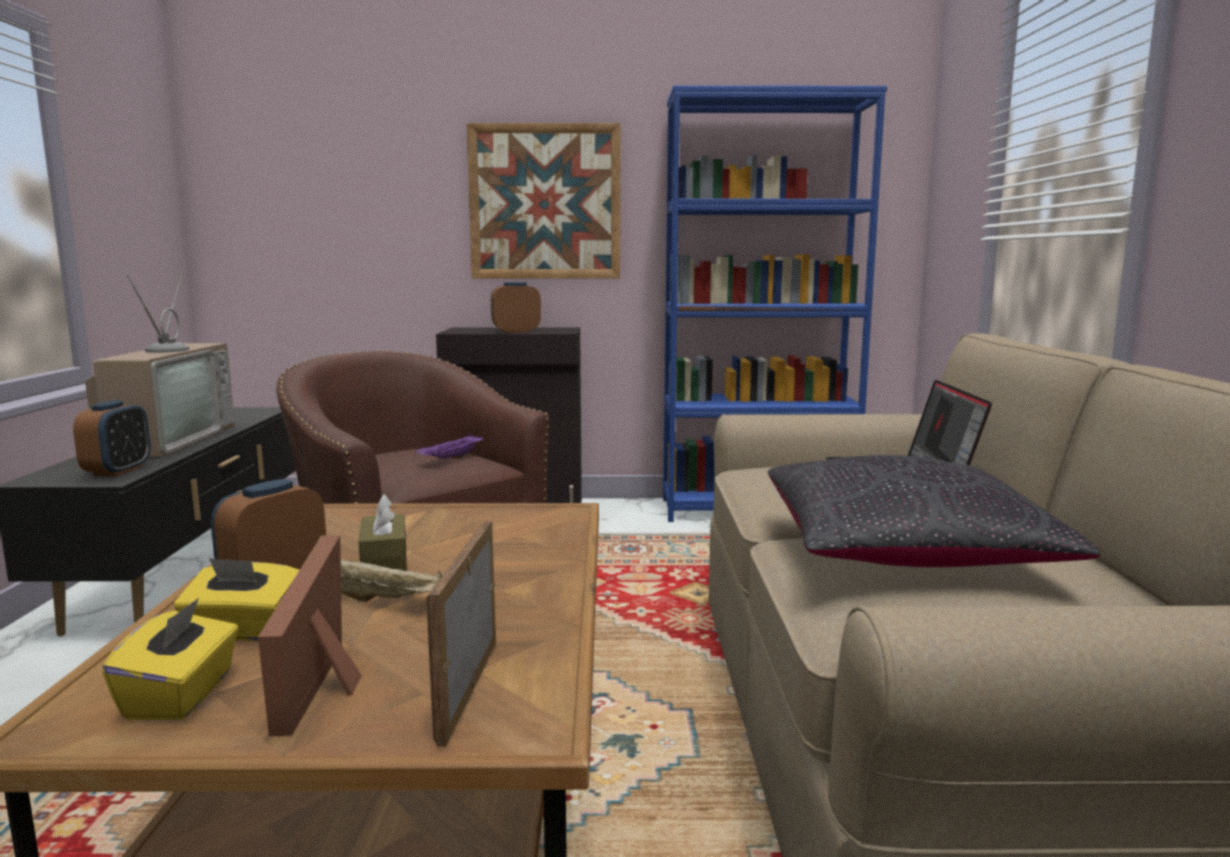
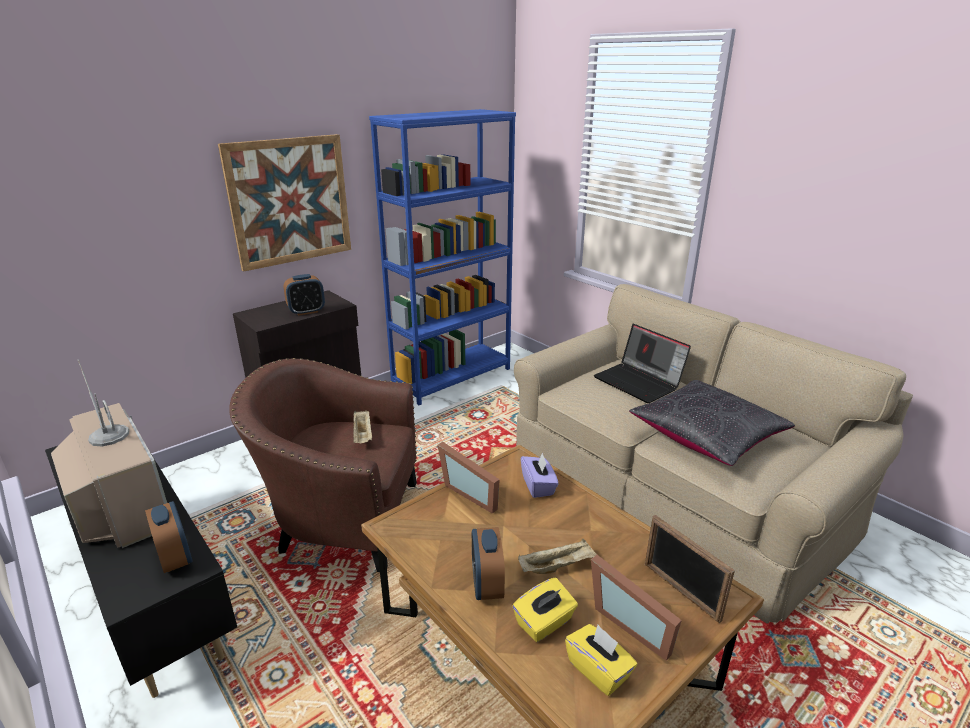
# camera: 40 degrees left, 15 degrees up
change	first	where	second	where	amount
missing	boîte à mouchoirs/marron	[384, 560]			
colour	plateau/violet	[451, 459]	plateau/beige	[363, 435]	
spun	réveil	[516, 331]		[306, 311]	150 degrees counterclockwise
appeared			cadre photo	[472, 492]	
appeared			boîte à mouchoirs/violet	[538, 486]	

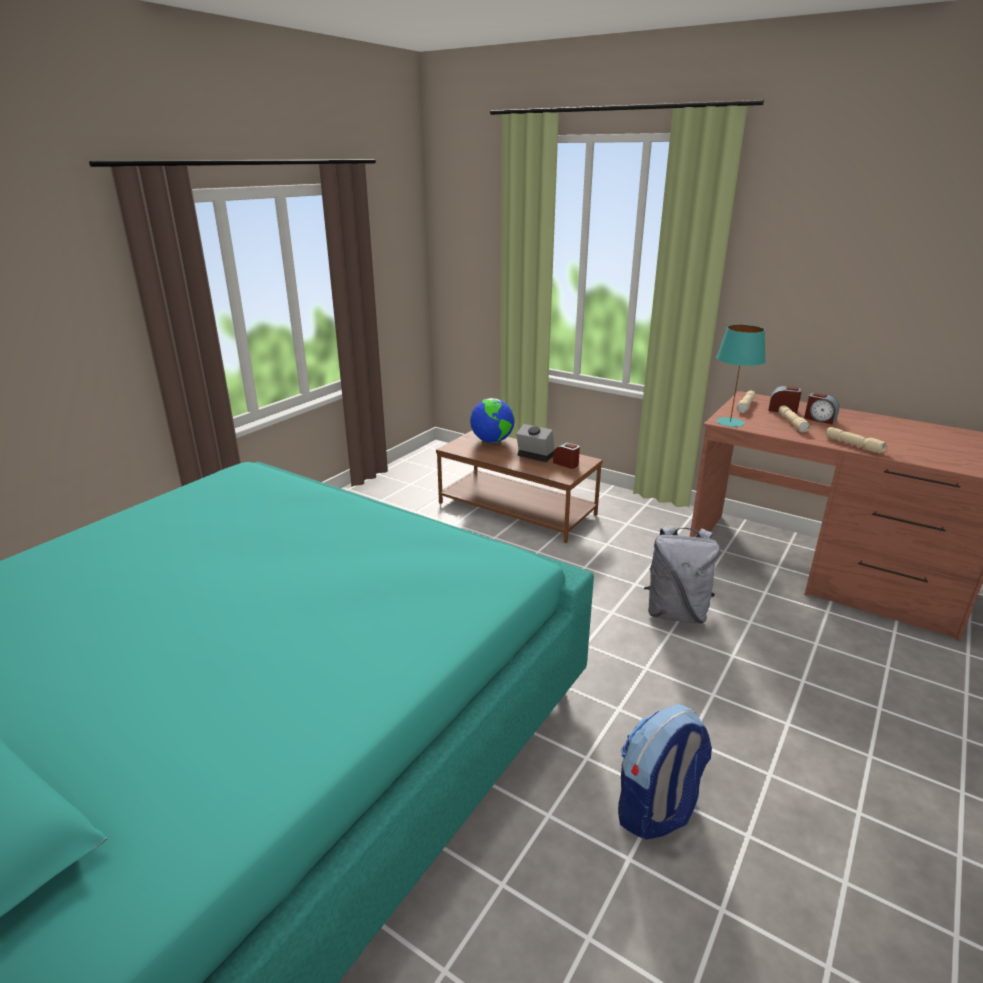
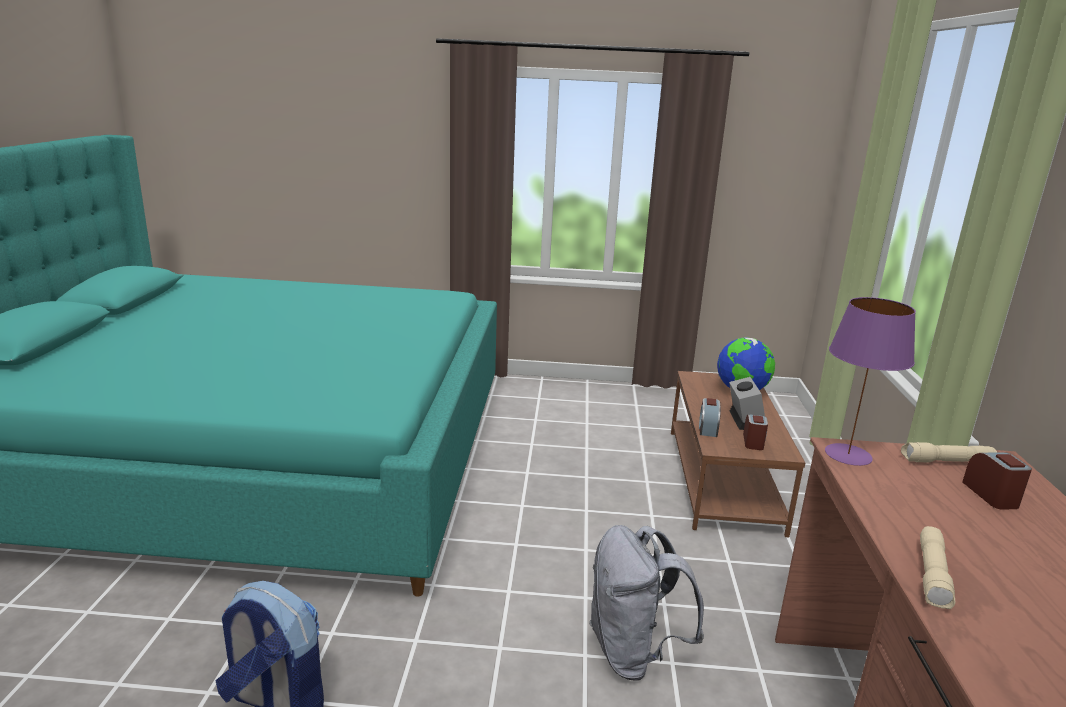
# camera: 60 degrees right, 5 degrees down
change	first	where	second	where	amount
colour	lampe de table/turquoise	[730, 422]	lampe de table/violet	[849, 455]	
missing	lampe de poche/beige	[793, 424]			
relocated	réveil	[819, 419]		[707, 429]	

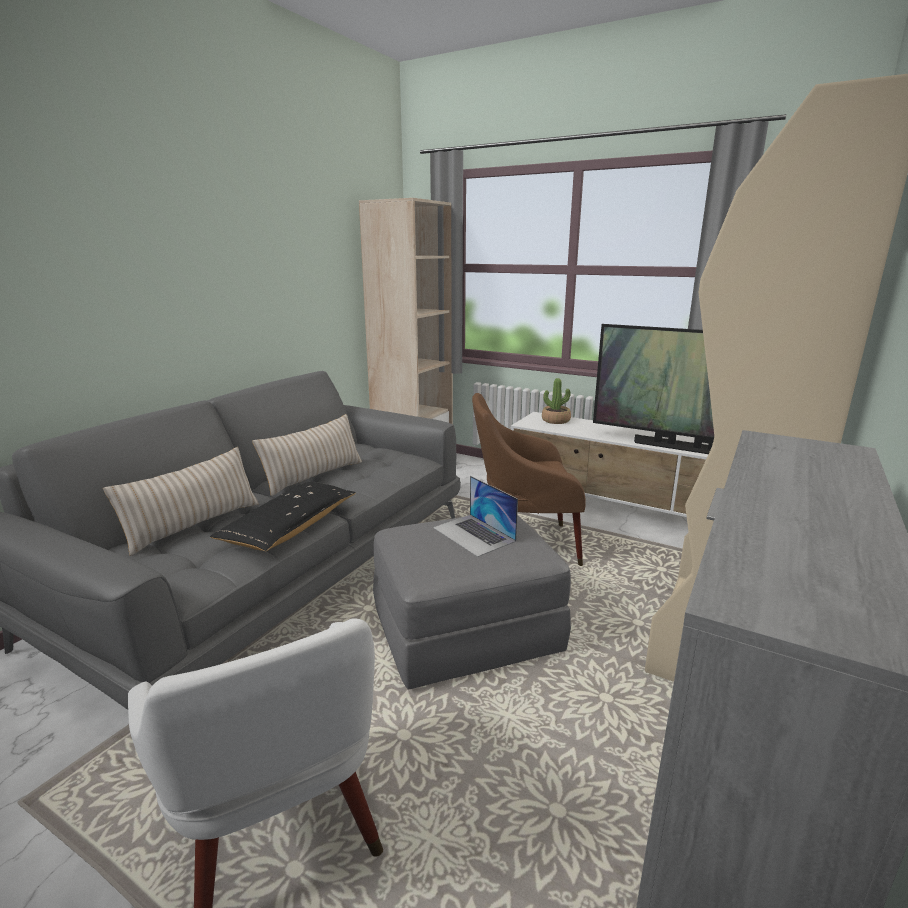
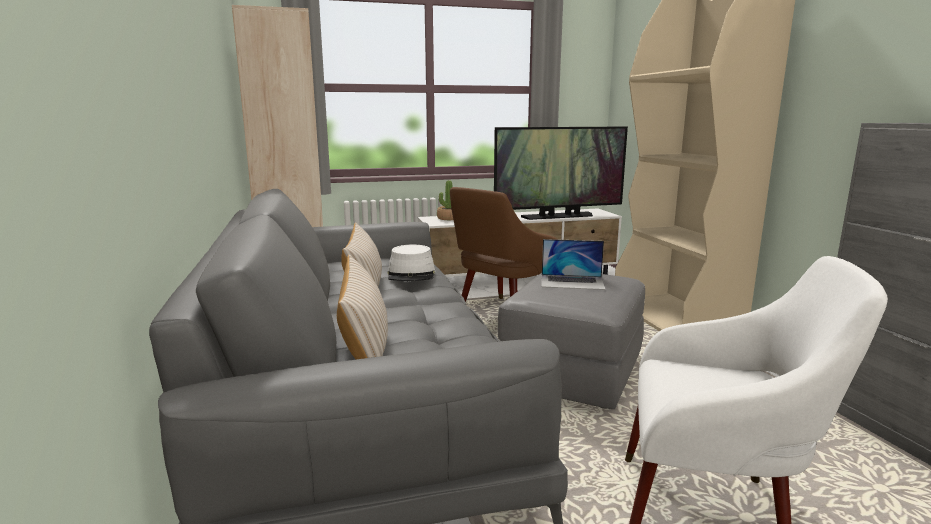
# camera: 45 degrees left, 5 degrees down
change	first	where	second	where	amount
missing	coussin/noir	[290, 528]			
appeared			chapeau/blanc	[411, 274]	

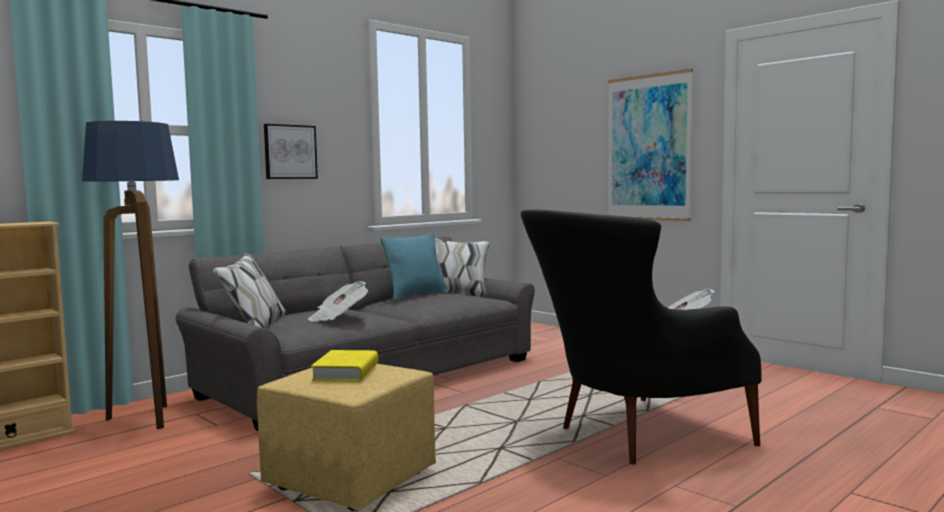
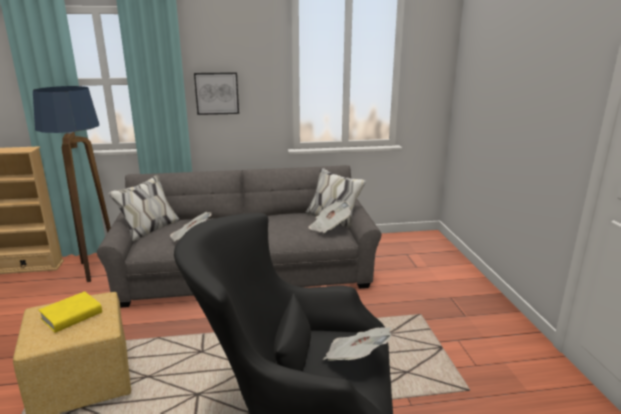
# camera: 35 degrees right, 15 degrees up
change	first	where	second	where	amount
missing	coussin/turquoise	[416, 295]			
missing	tableau	[648, 148]			
appeared			journal	[329, 227]	

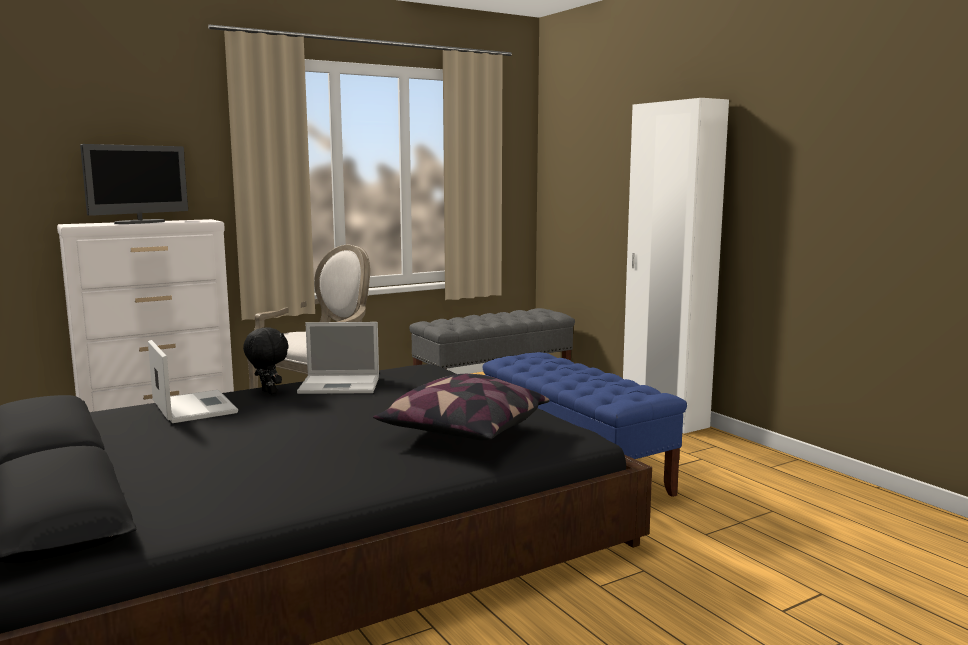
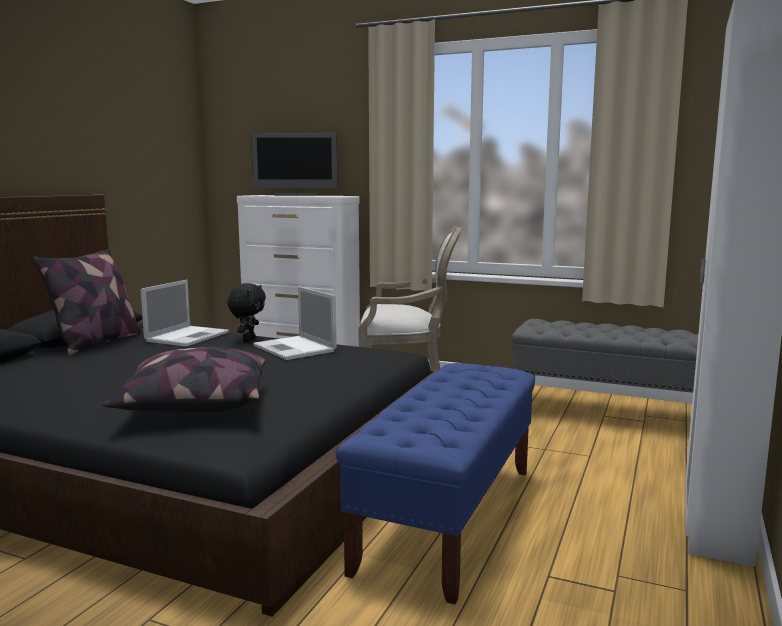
# camera: 55 degrees right, 0 degrees up
change	first	where	second	where	amount
appeared			coussin	[97, 343]	

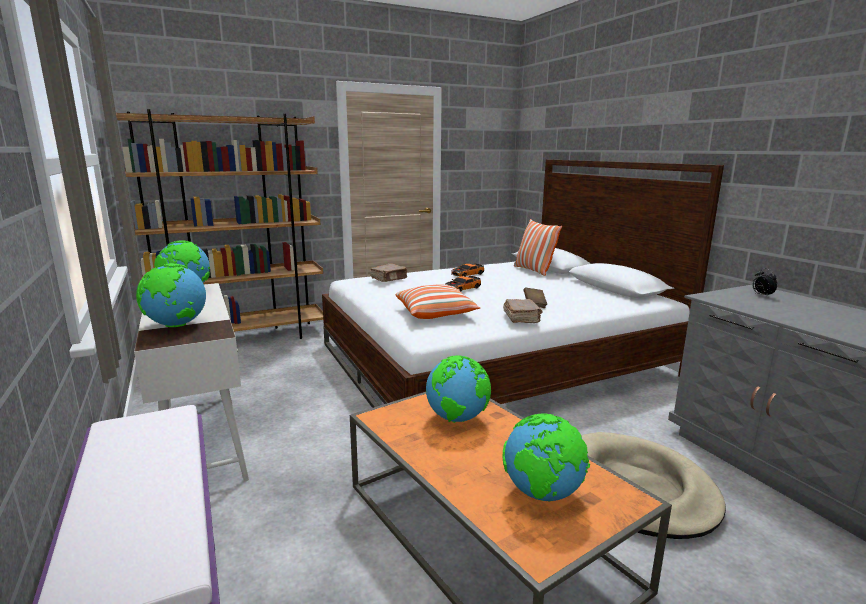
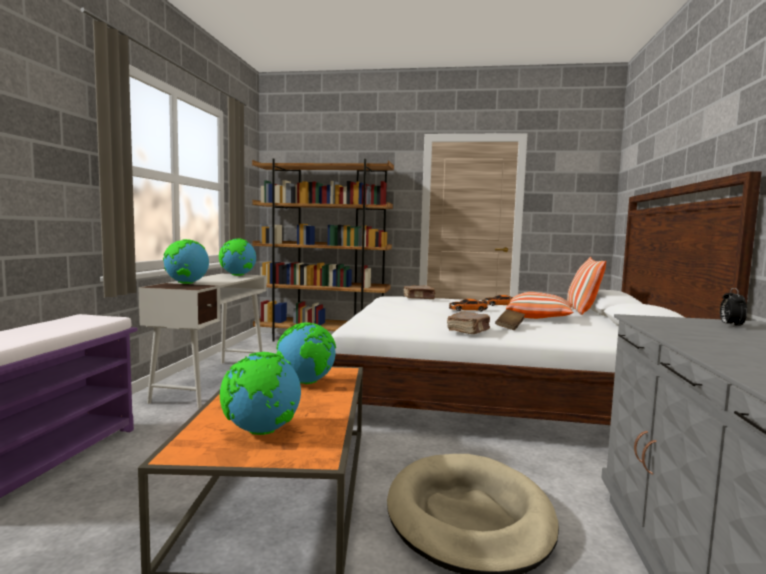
# camera: 35 degrees right, 10 degrees down
change	first	where	second	where	amount
relocated	coussin	[436, 314]		[539, 318]	

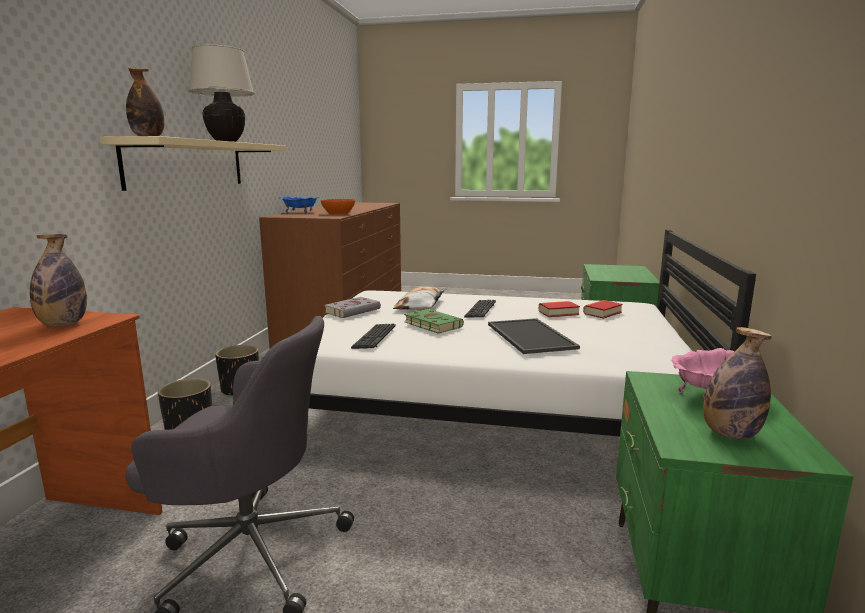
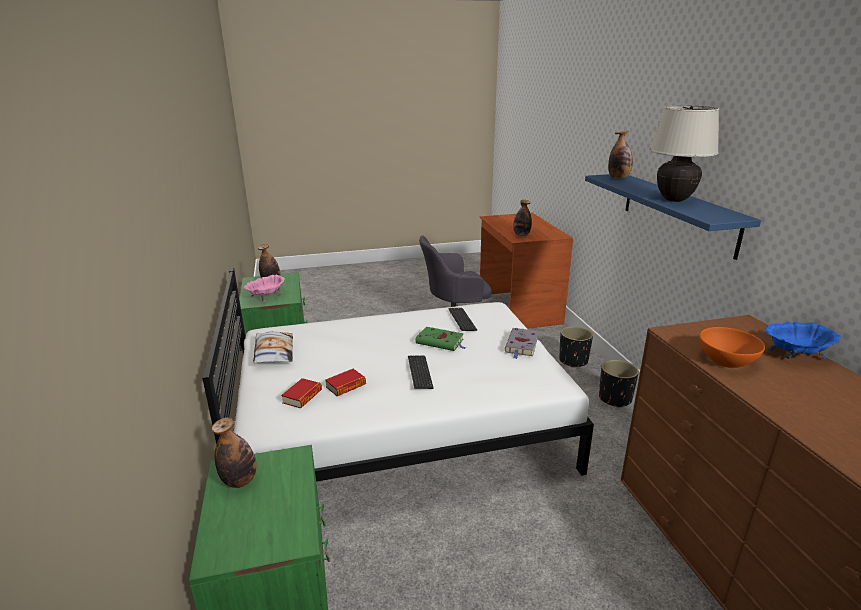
# camera: 155 degrees right, 10 degrees up
change	first	where	second	where	amount
colour	étagère/beige	[187, 164]	étagère/bleu	[677, 212]	
relocated	coussin	[420, 305]		[273, 352]	
missing	plateau	[532, 336]			
appeared			bouteille	[240, 481]	

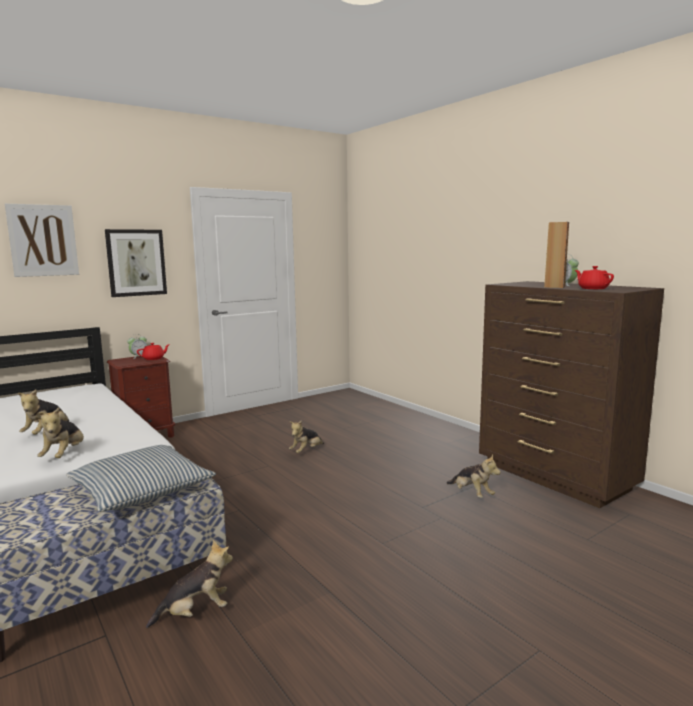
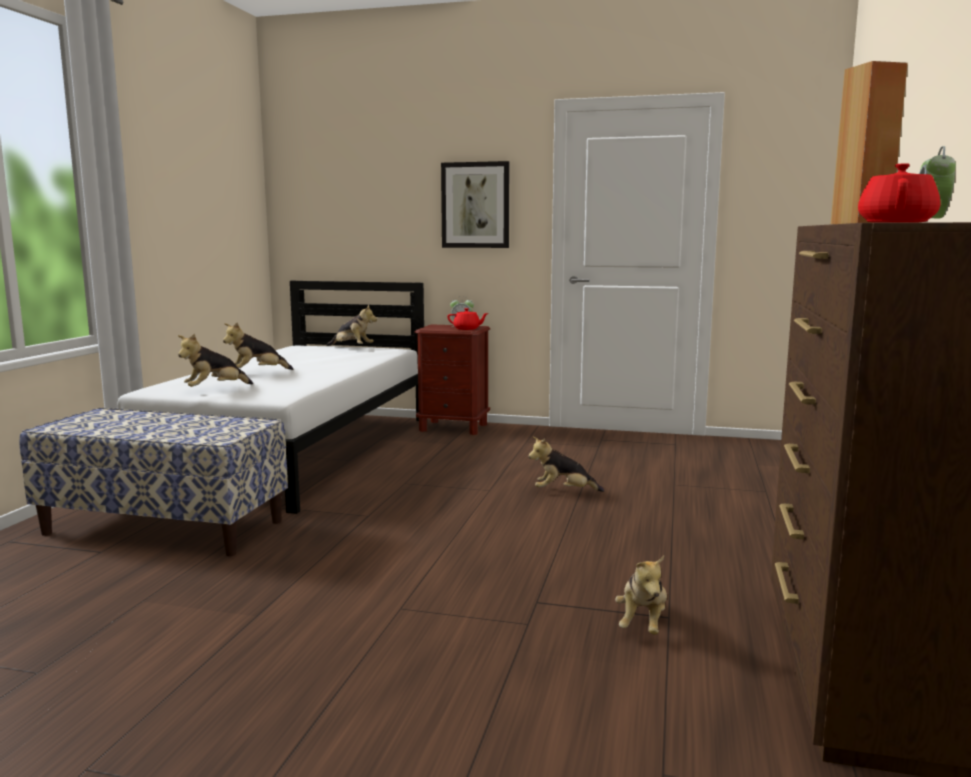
# camera: 50 degrees right, 0 degrees up
change	first	where	second	where	amount
missing	tableau	[43, 240]			
missing	coussin	[141, 490]			
relocated	peluche	[195, 612]		[352, 348]	

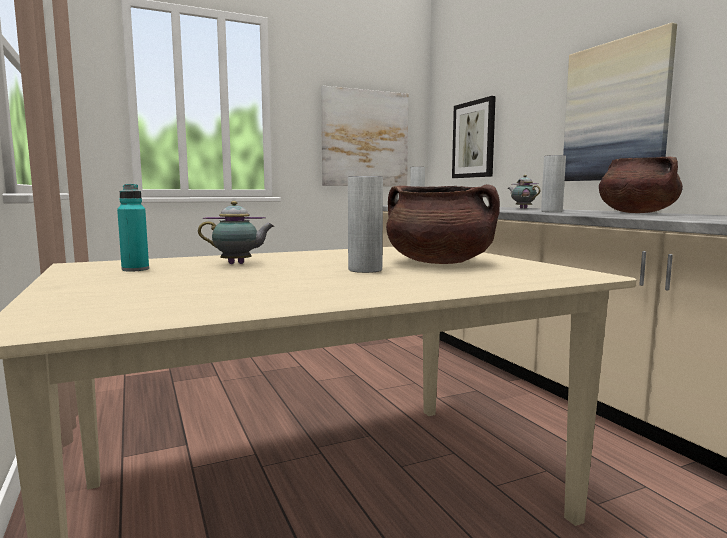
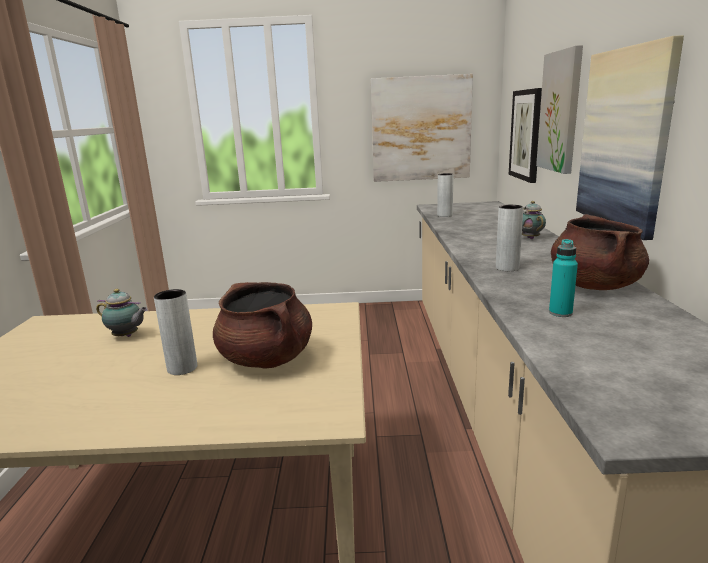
# camera: 25 degrees right, 10 degrees up
change	first	where	second	where	amount
relocated	bouteille/turquoise	[135, 269]		[560, 313]	
appeared			tableau	[560, 112]	

